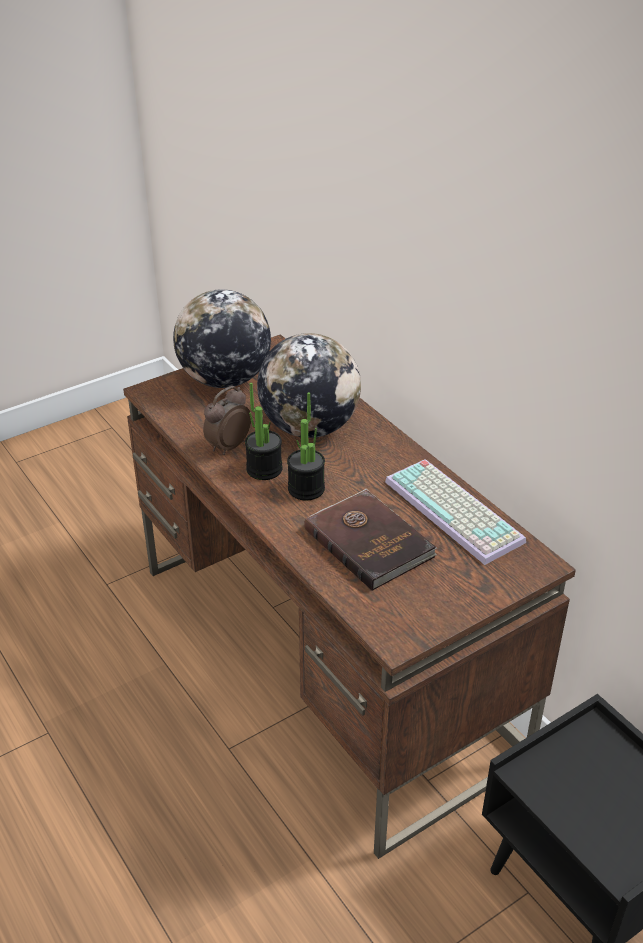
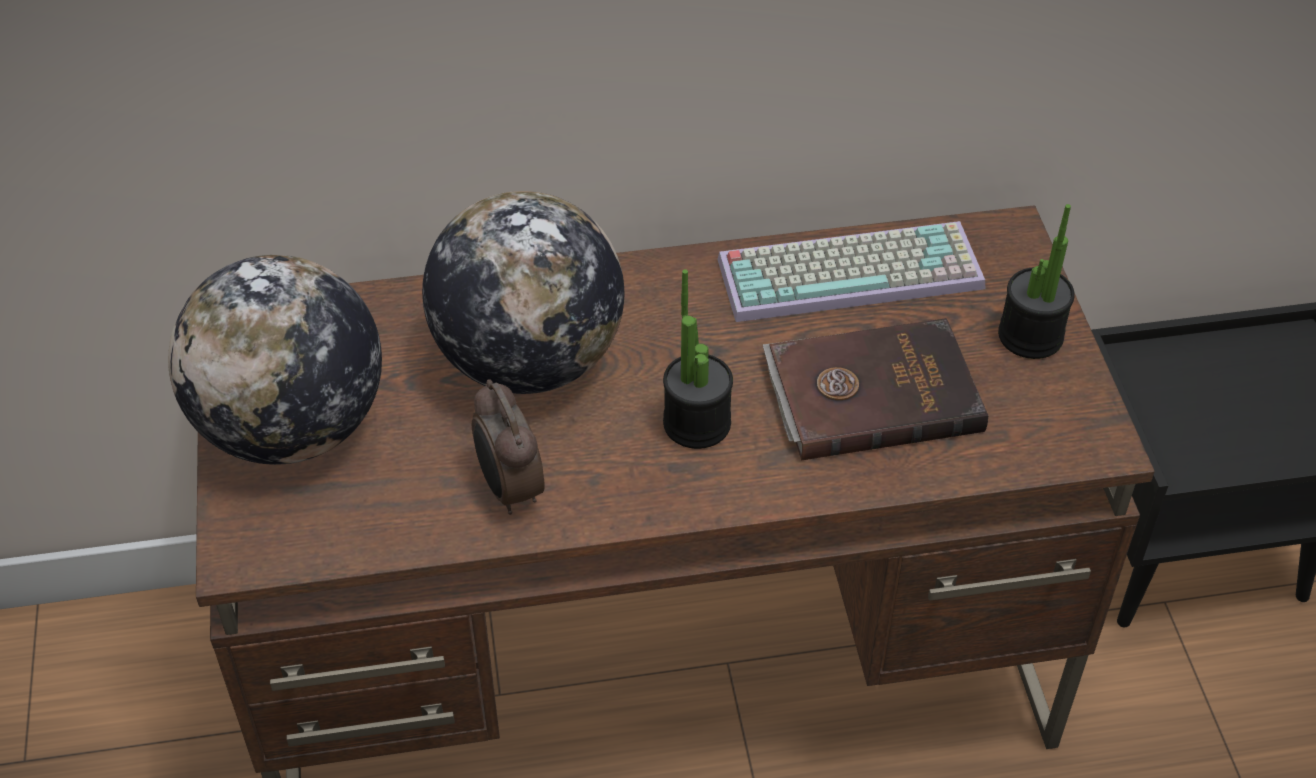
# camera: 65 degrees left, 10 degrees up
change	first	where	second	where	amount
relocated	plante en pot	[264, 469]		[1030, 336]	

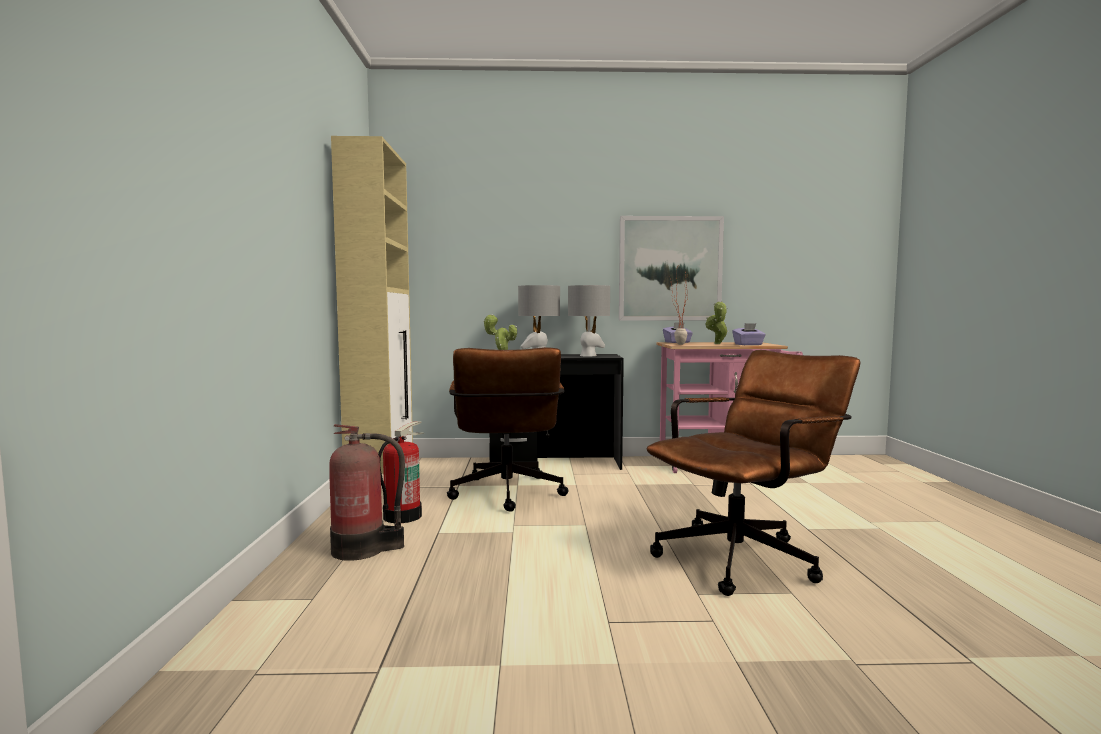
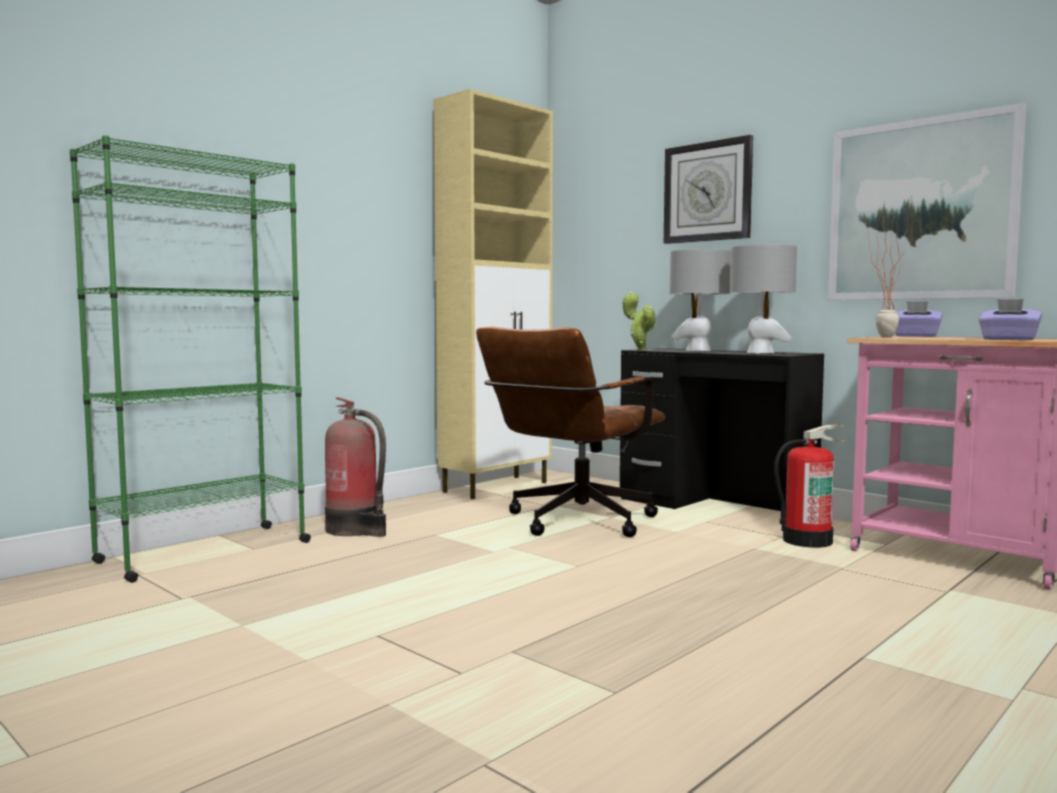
# camera: 45 degrees right, 0 degrees up
change	first	where	second	where	amount
relocated	extincteur	[402, 516]		[807, 540]	
missing	chaise de bureau/marron	[745, 556]			
missing	plante en pot	[717, 344]			
appeared			bibliothèque/vert	[204, 552]	
appeared			horloge murale	[708, 192]	

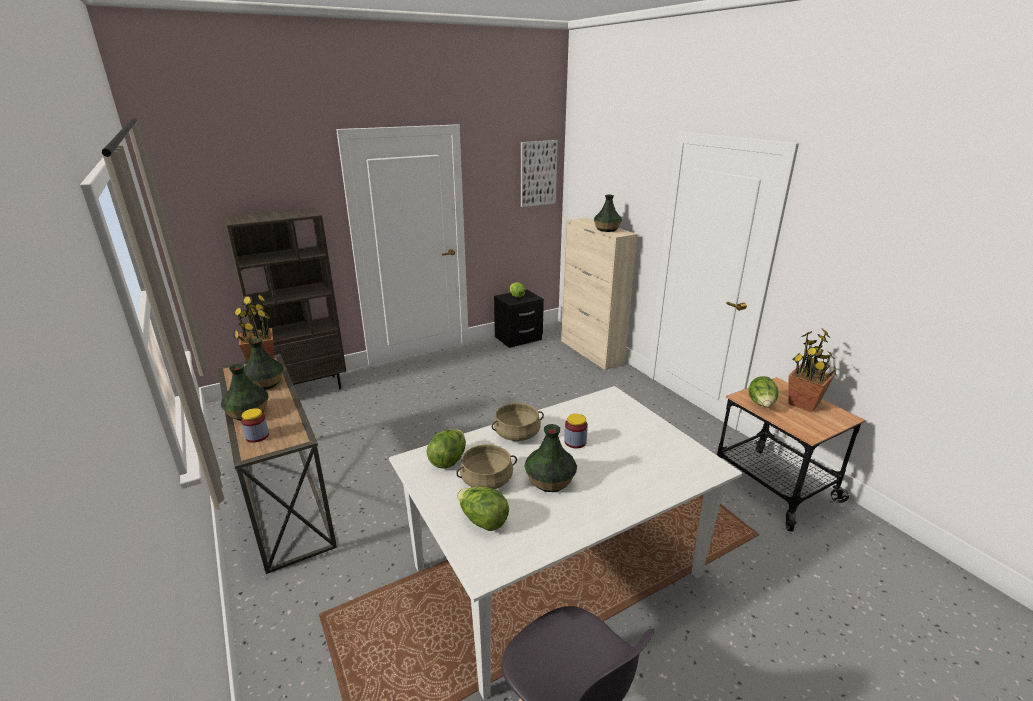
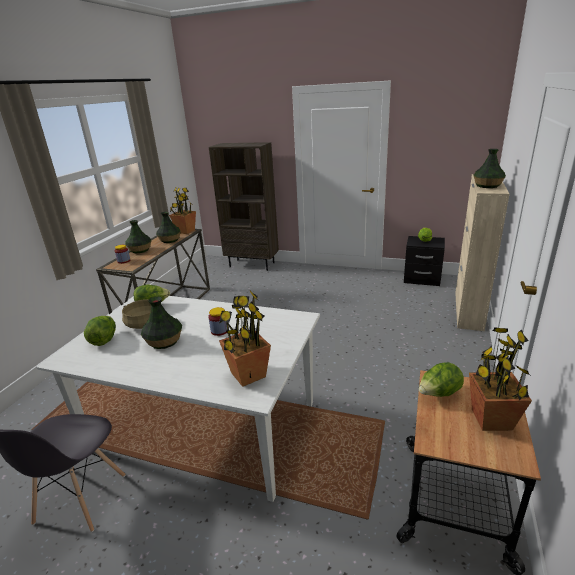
# camera: 50 degrees right, 0 degrees up
change	first	where	second	where	amount
missing	marmite/beige	[517, 434]			
missing	tableau	[538, 173]			
appeared			plante en pot	[248, 375]	

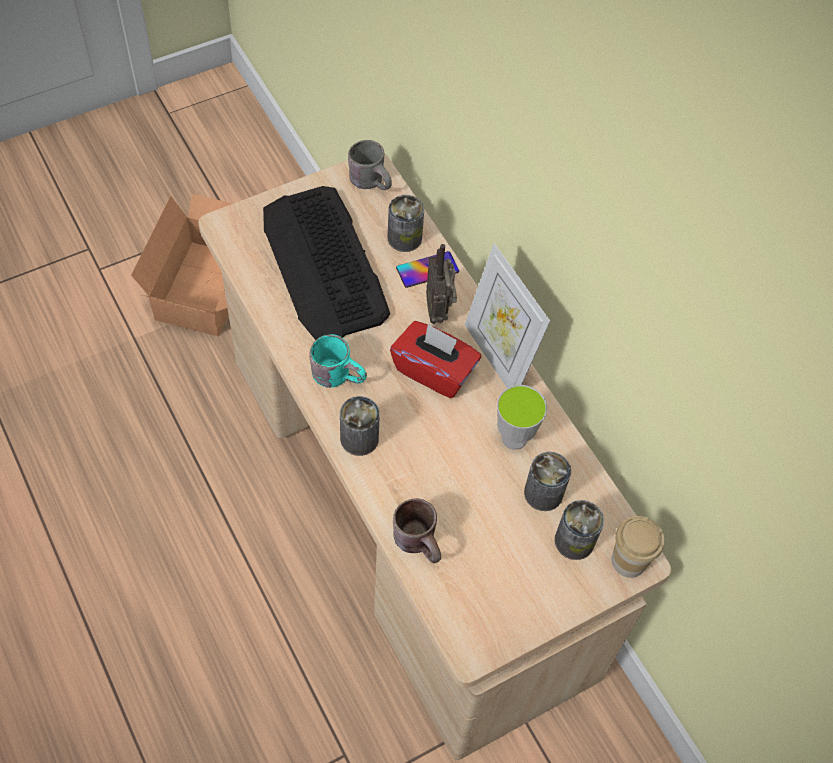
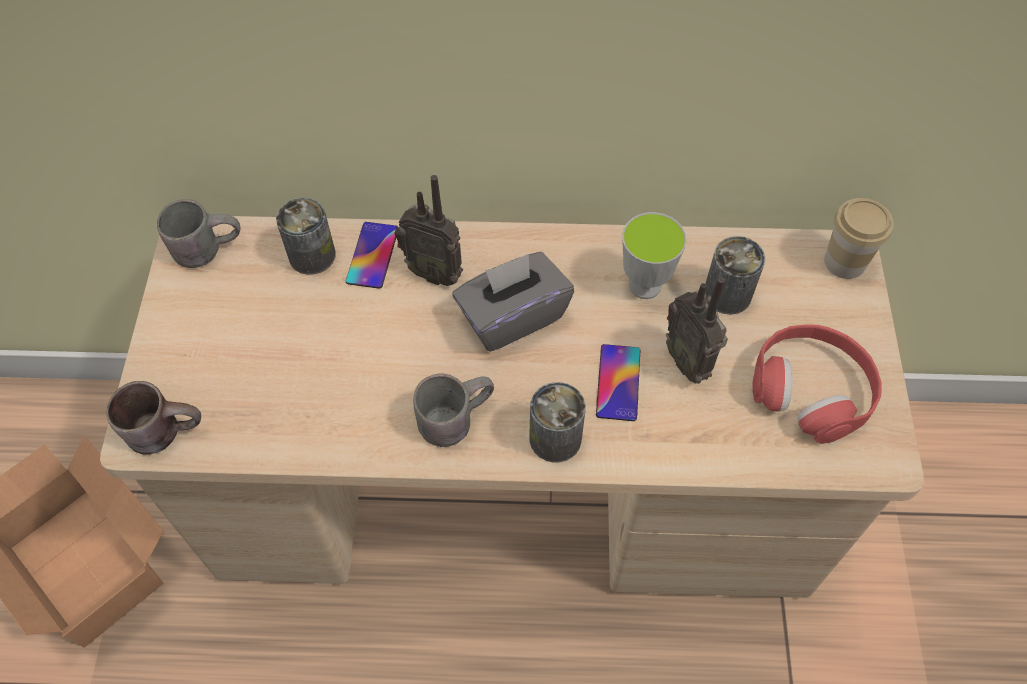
# camera: 55 degrees left, 0 degrees up
change	first	where	second	where	amount
missing	clavier	[324, 264]			
colour	mug/turquoise	[339, 374]	mug/gris	[452, 415]	
colour	boîte à mouchoirs/rouge	[434, 371]	boîte à mouchoirs/gris	[512, 317]	
relocated	mug/marron	[421, 541]		[165, 427]	
missing	cadre photo	[498, 357]			
missing	boîte métallique	[574, 541]			
appeared			téléphone	[618, 382]	
appeared			radio	[689, 361]	
appeared			casque audio/rouge	[811, 389]	

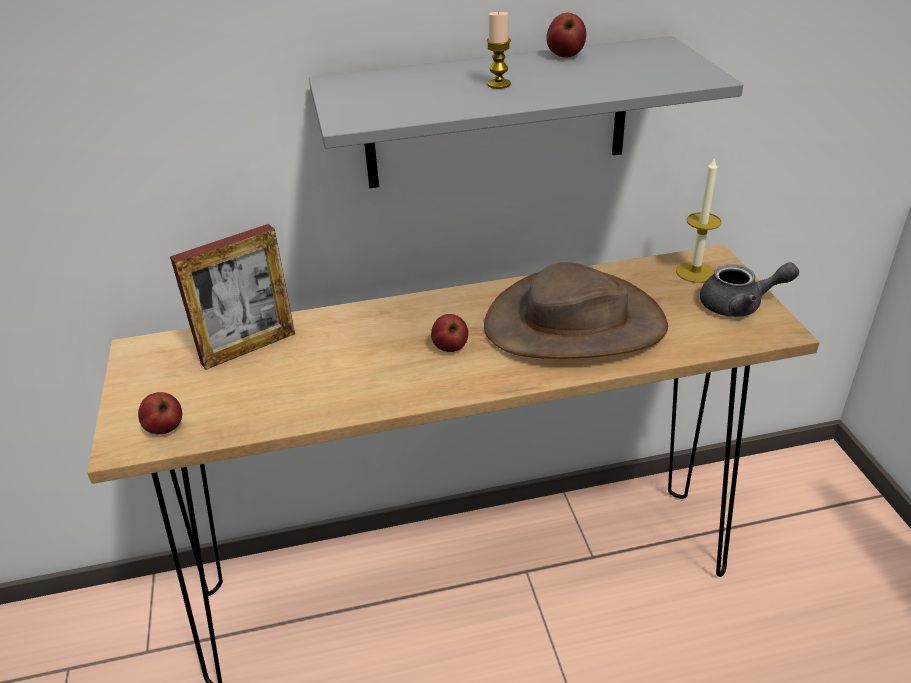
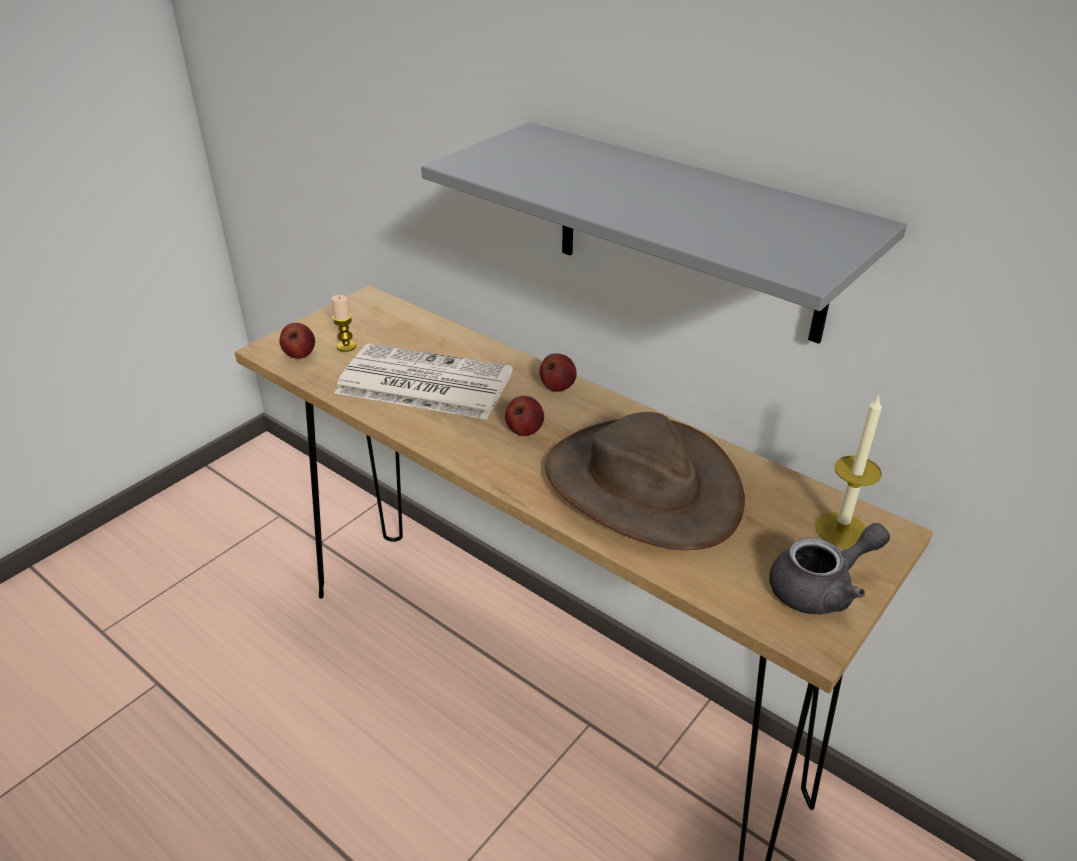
# camera: 50 degrees right, 0 degrees up
change	first	where	second	where	amount
missing	cadre photo	[248, 348]			
relocated	bougie	[498, 84]		[346, 347]	
relocated	pomme	[565, 55]		[557, 387]	
spun	théière/gris	[740, 305]		[821, 588]	75 degrees counterclockwise
appeared			journal	[422, 383]	

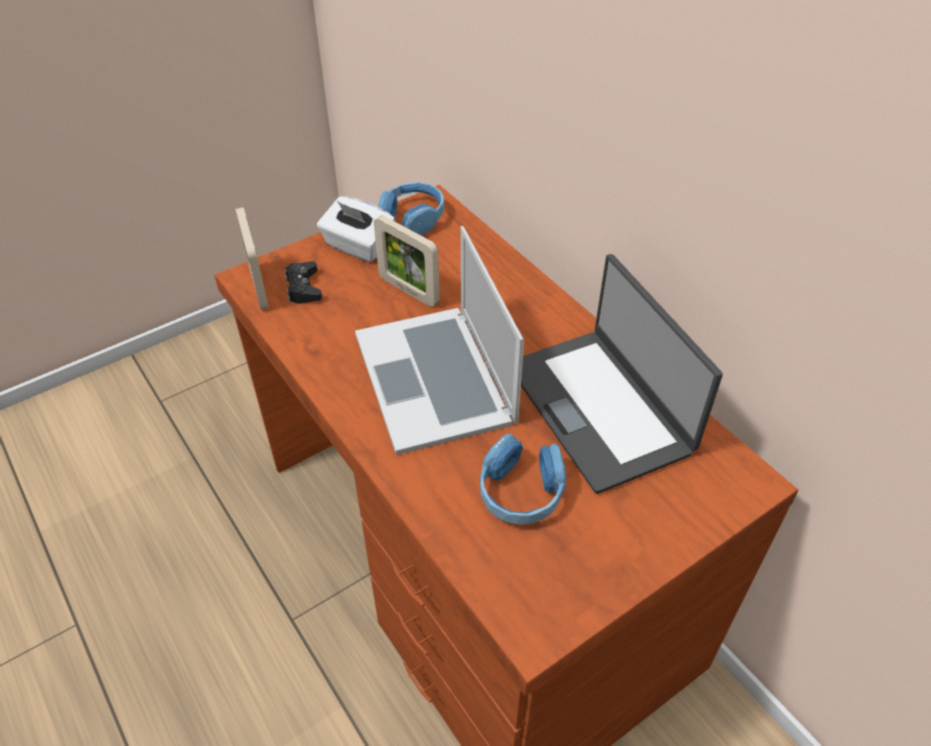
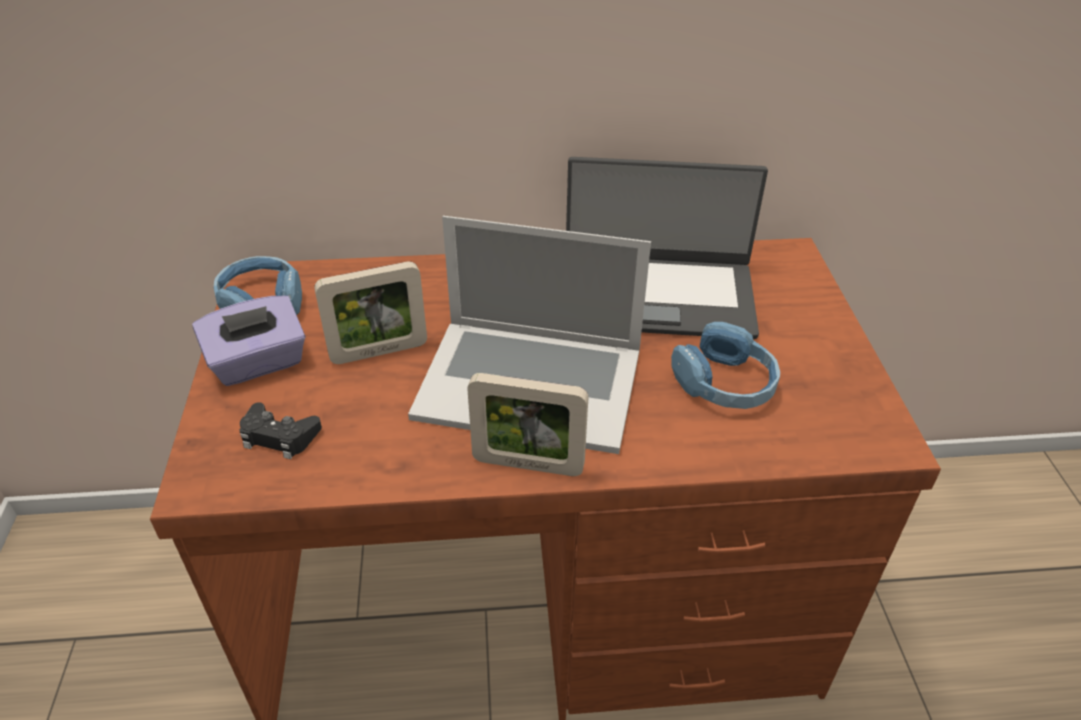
# camera: 60 degrees left, 5 degrees down
change	first	where	second	where	amount
relocated	cadre photo	[259, 287]		[528, 464]	
colour	boîte à mouchoirs/blanc	[358, 246]	boîte à mouchoirs/violet	[258, 363]	

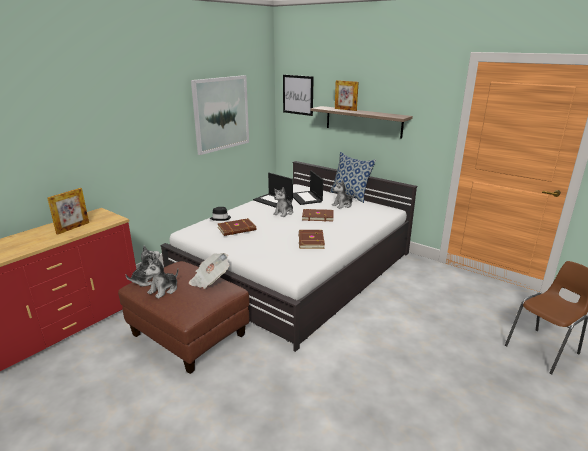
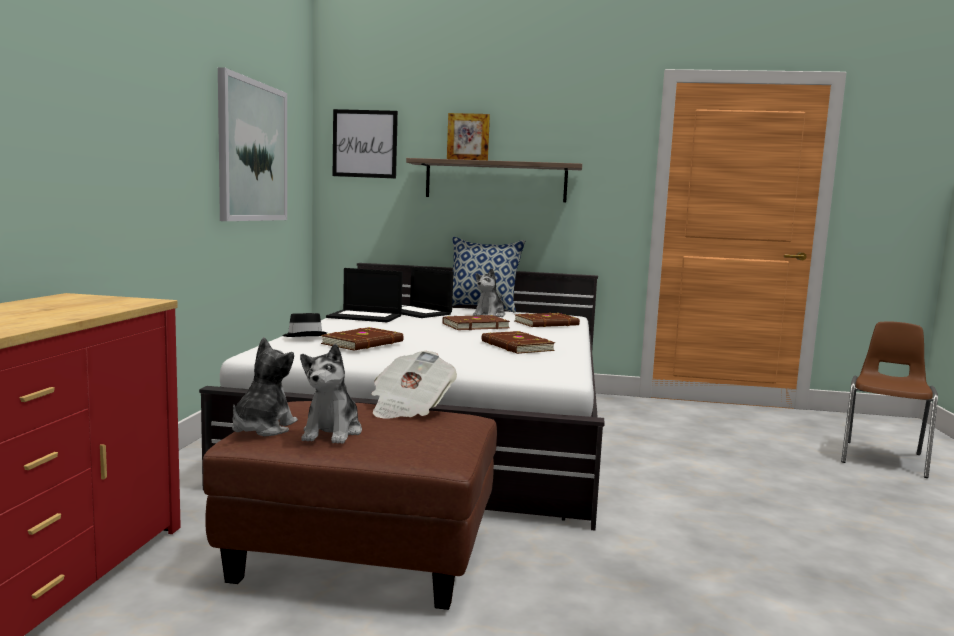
# camera: 30 degrees left, 15 degrees down
change	first	where	second	where	amount
missing	cadre photo	[73, 228]			
missing	peluche	[284, 213]			
appeared			livre/marron	[547, 323]	

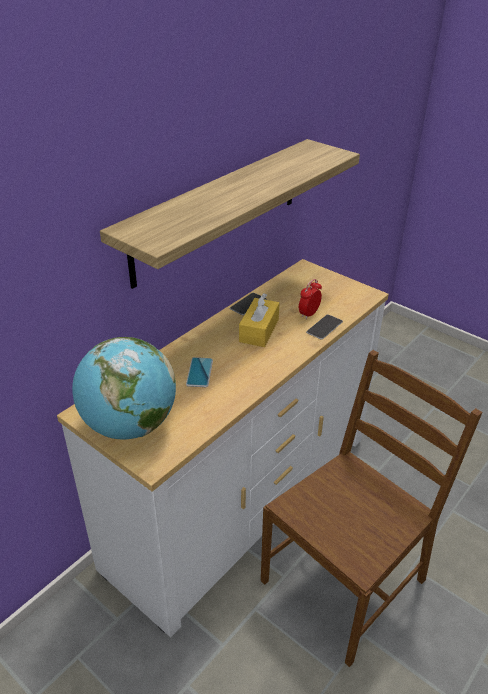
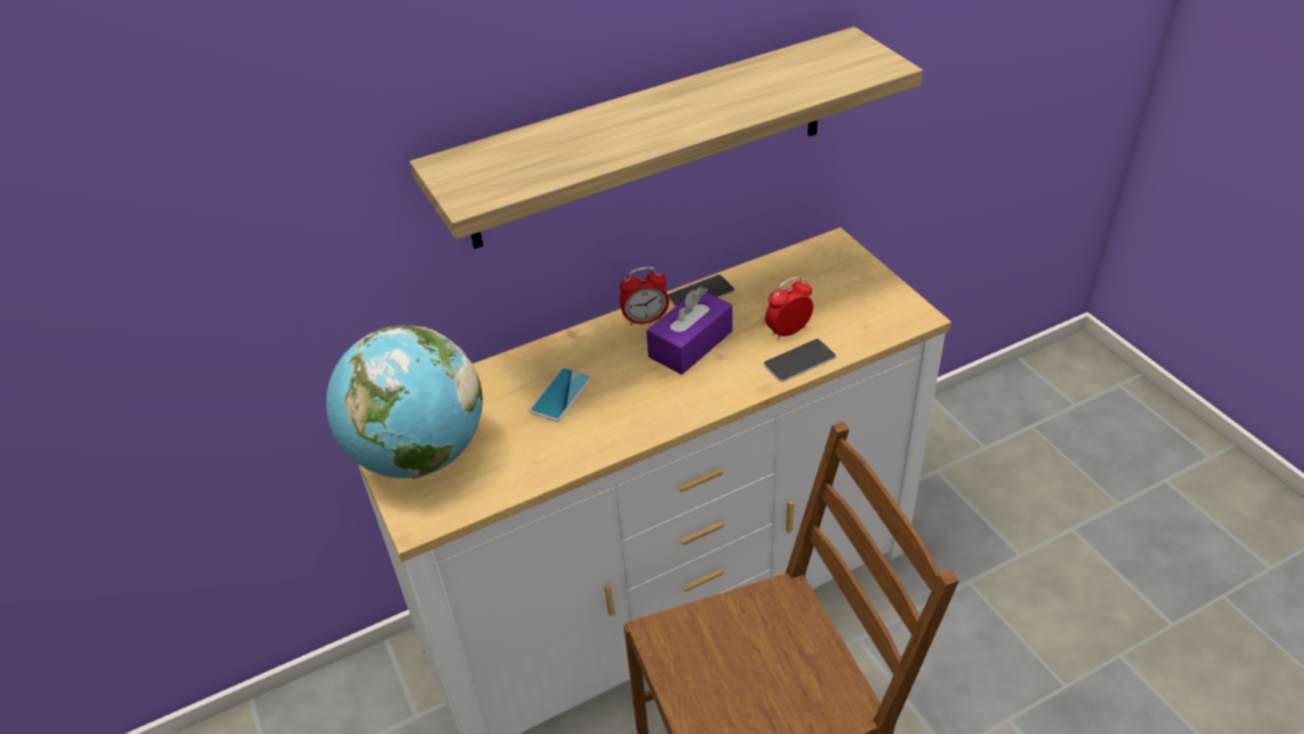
# camera: 25 degrees right, 5 degrees up
change	first	where	second	where	amount
colour	boîte à mouchoirs/jaune	[259, 330]	boîte à mouchoirs/violet	[690, 344]	
appeared			réveil	[645, 320]	

